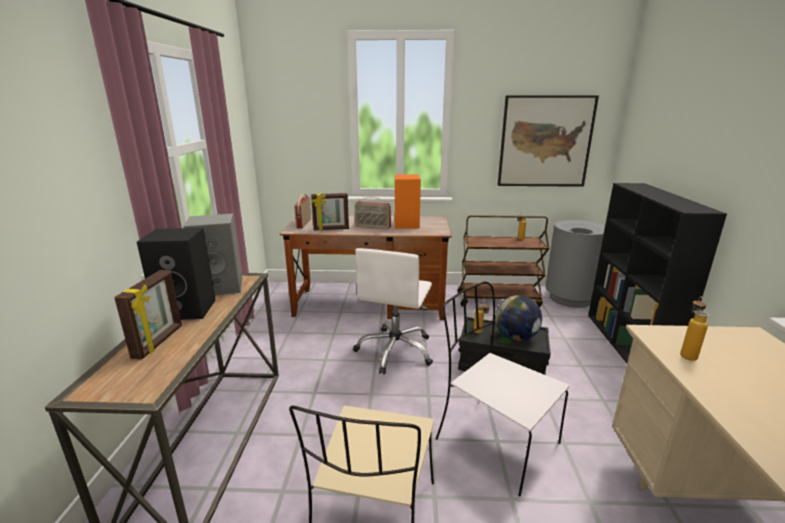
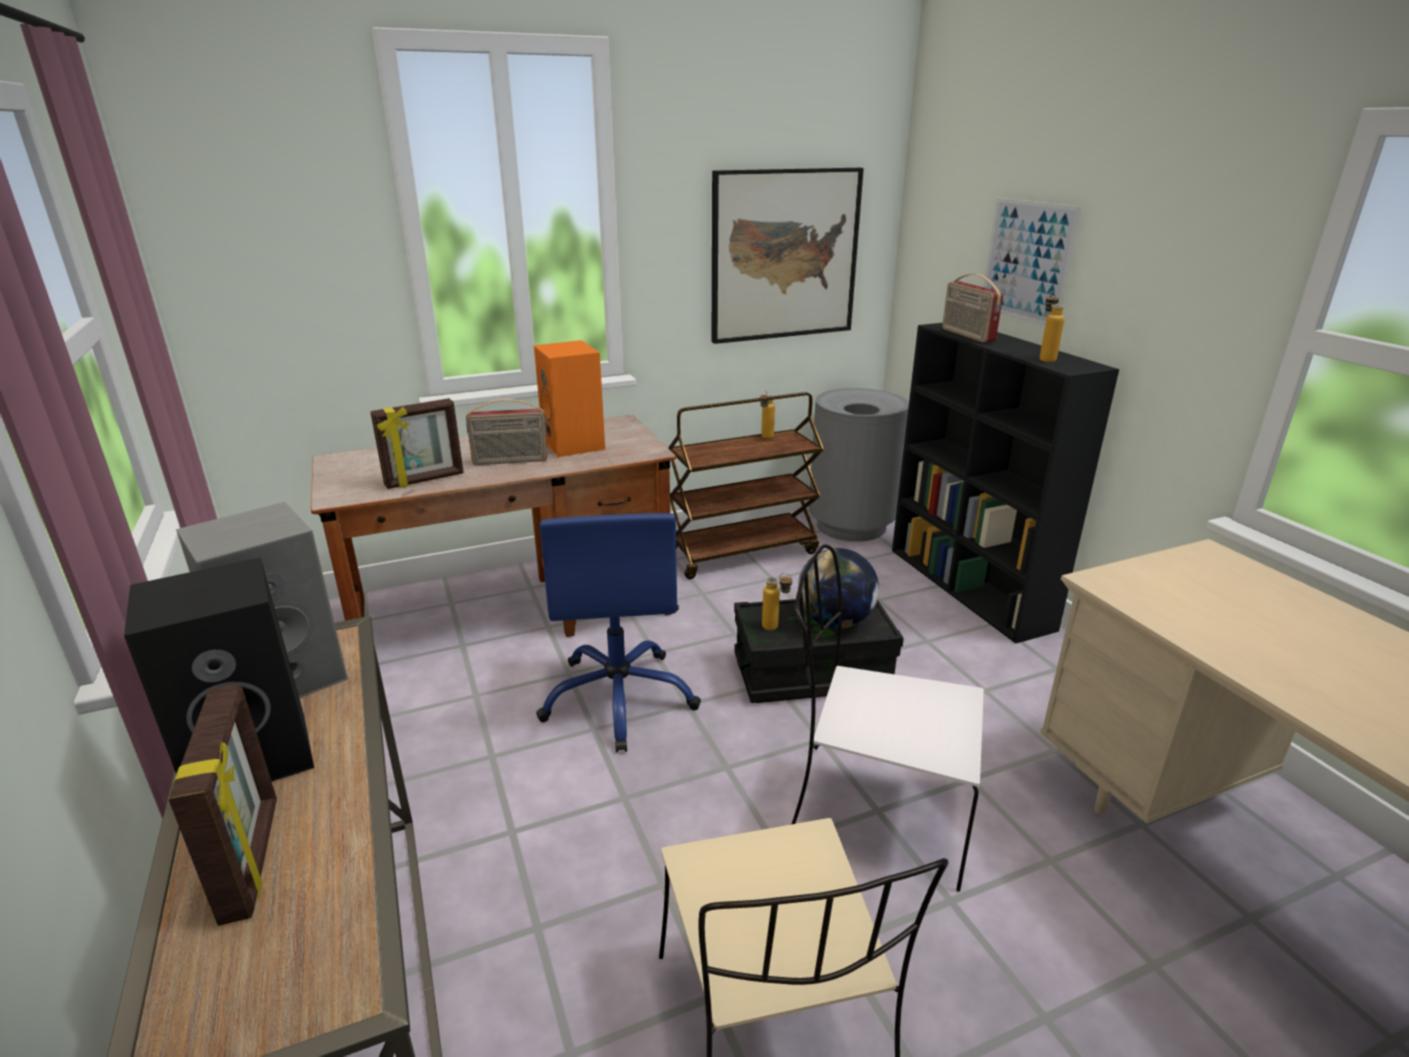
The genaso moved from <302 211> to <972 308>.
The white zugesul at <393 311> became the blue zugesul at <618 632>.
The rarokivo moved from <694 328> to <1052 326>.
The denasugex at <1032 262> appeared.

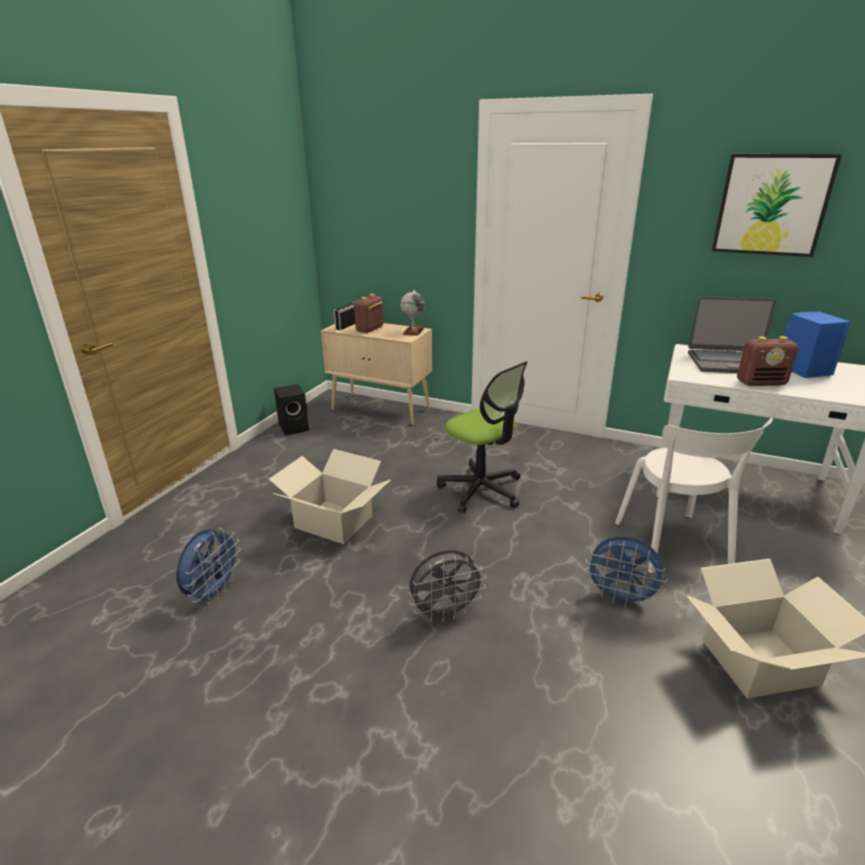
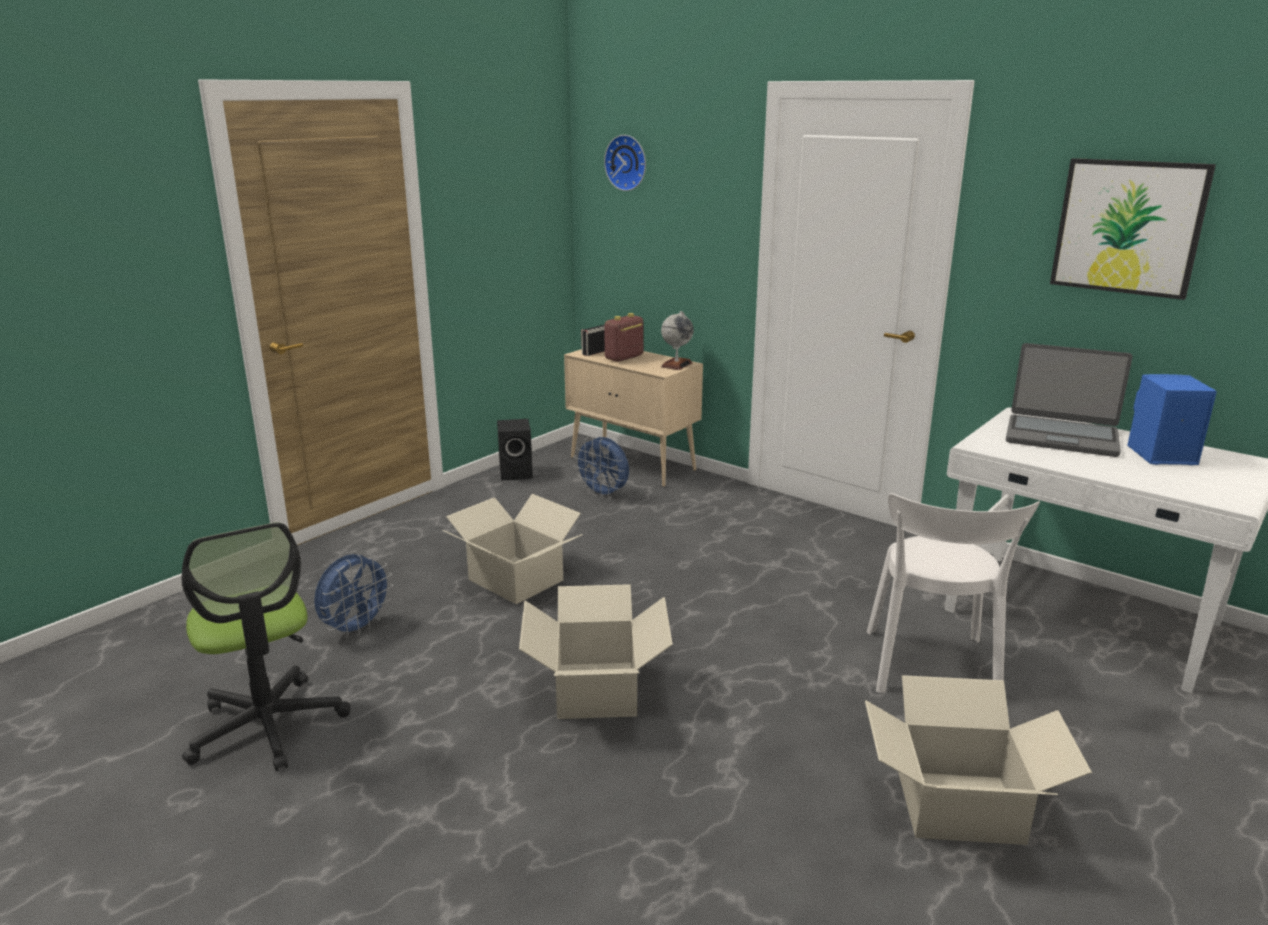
The genaso at <767 361> disappeared.
The zugesul moved from <482 437> to <266 646>.
The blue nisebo moved from <626 572> to <601 468>.
The grey nisebo at <447 586> was replaced by the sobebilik at <596 651>.
The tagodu at <625 163> appeared.

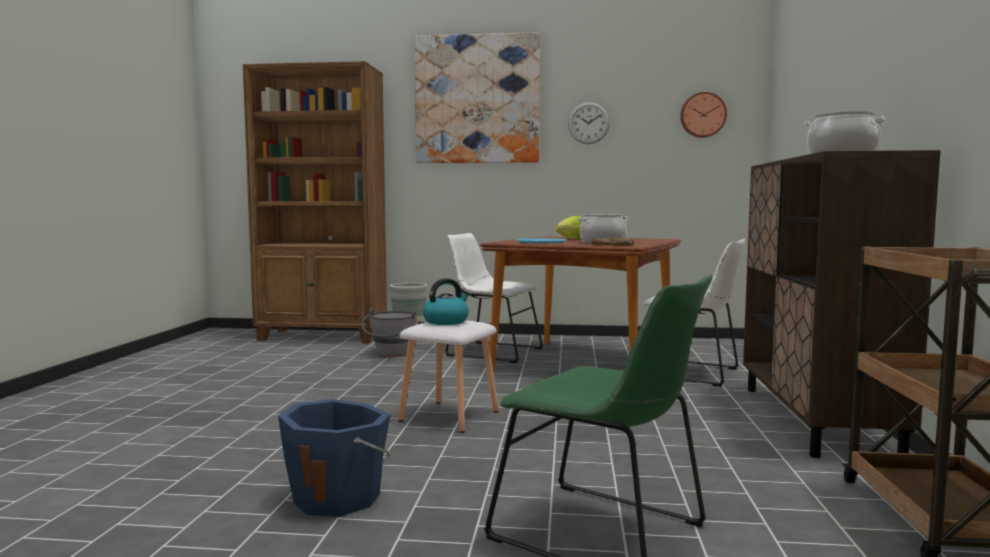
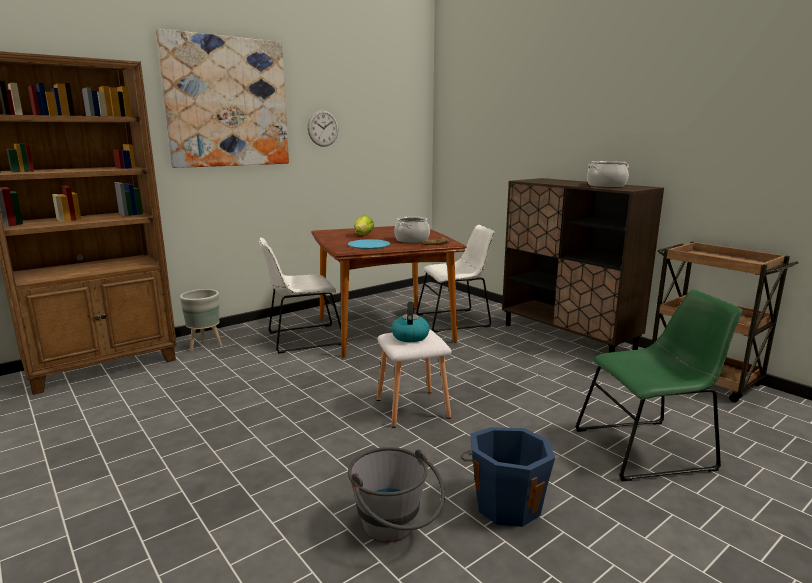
The tagodu at <703 115> disappeared.
The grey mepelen moved from <389 332> to <396 495>.

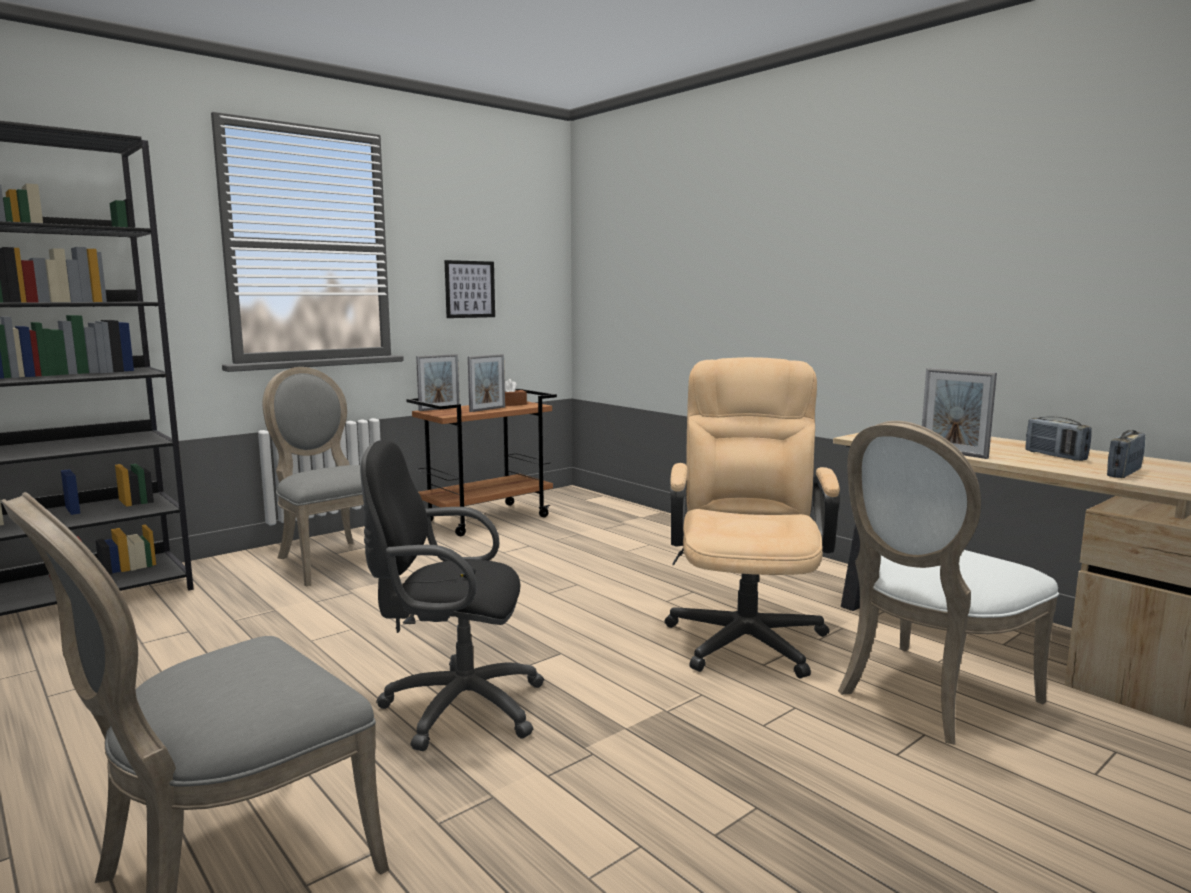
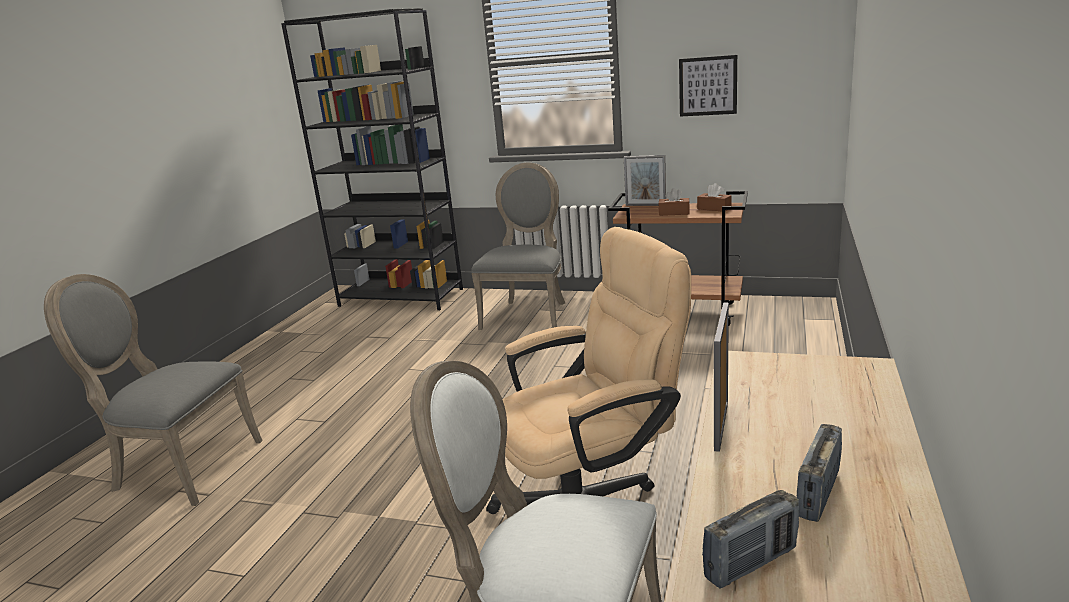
The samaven at <486 383> was replaced by the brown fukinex at <674 202>.
The genaso at <1126 454> turned 135 degrees clockwise.
The black zugesul at <452 595> disappeared.

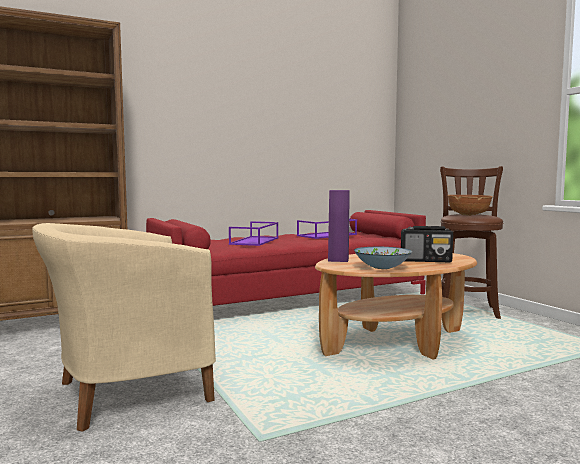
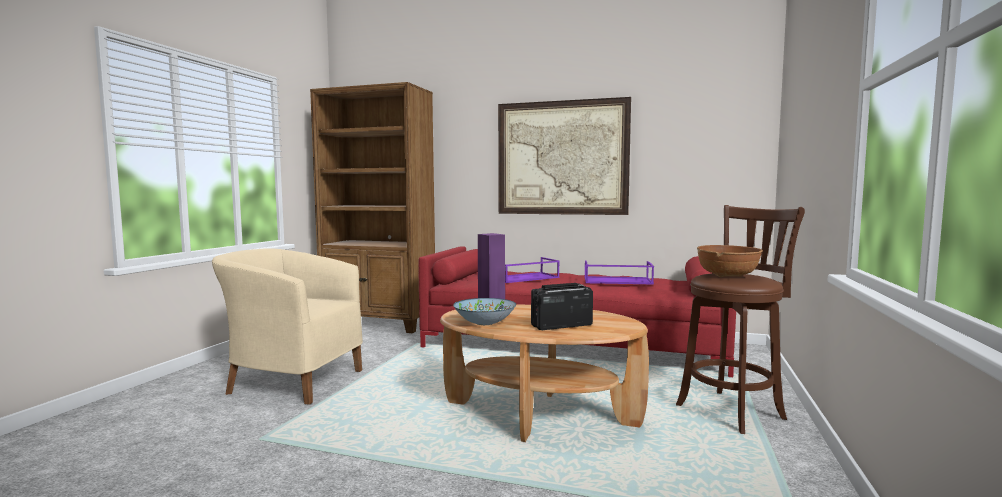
The genaso at <427 244> turned 105 degrees clockwise.
The denasugex at <564 156> appeared.

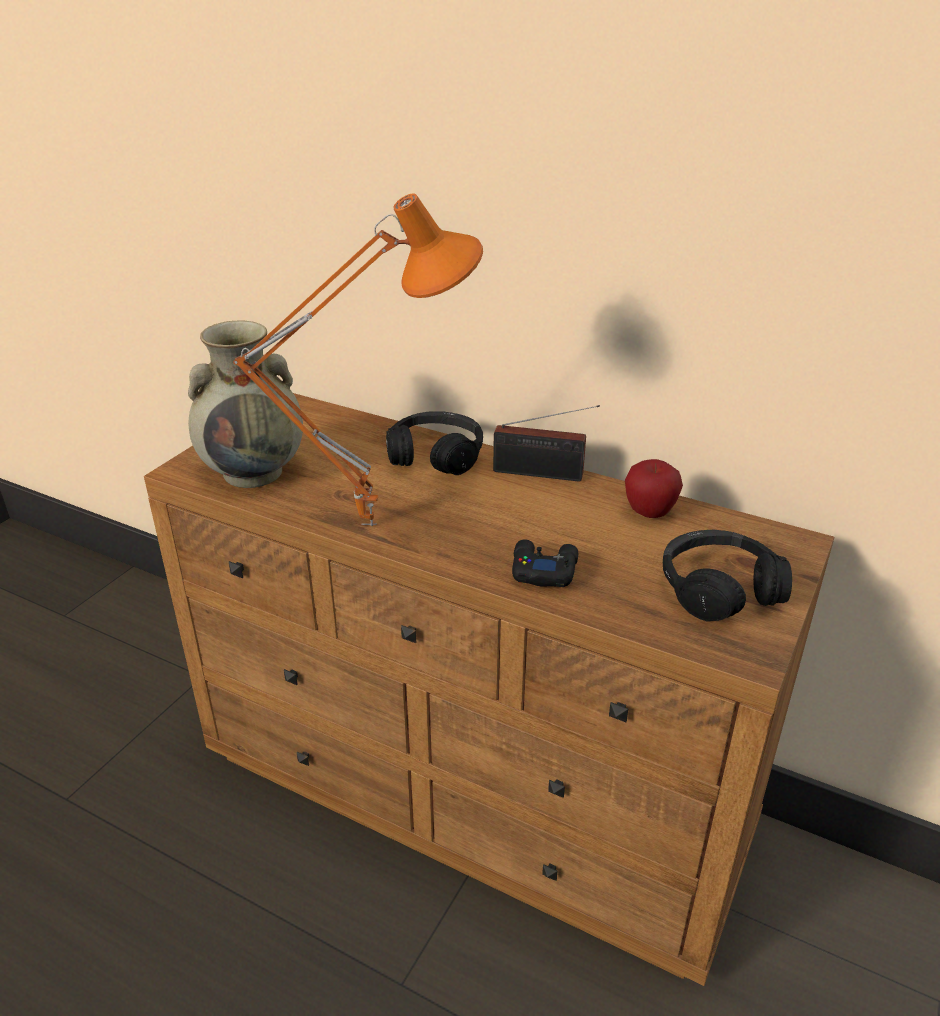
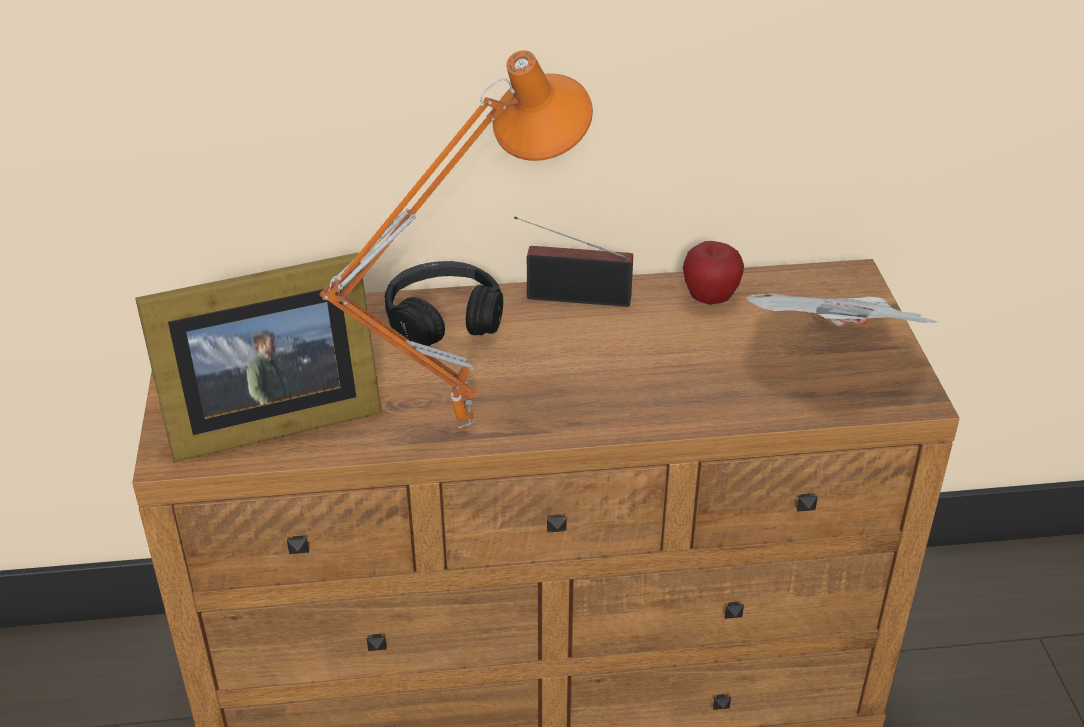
The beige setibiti at <245 404> was replaced by the samaven at <258 357>.
The genaso at <546 443> turned 150 degrees counterclockwise.
The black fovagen at <727 576> was replaced by the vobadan at <841 310>.
The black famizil at <545 563> disappeared.

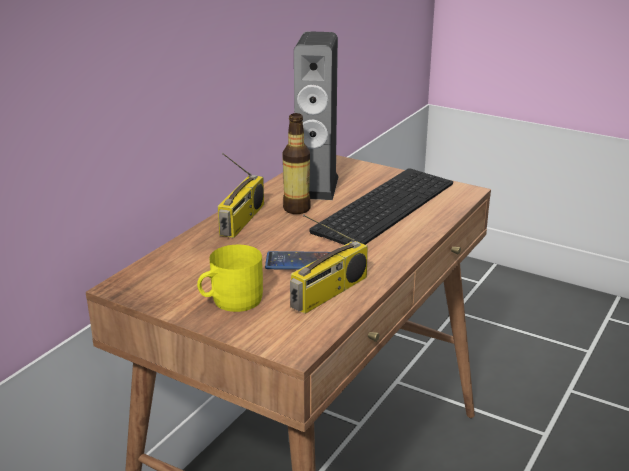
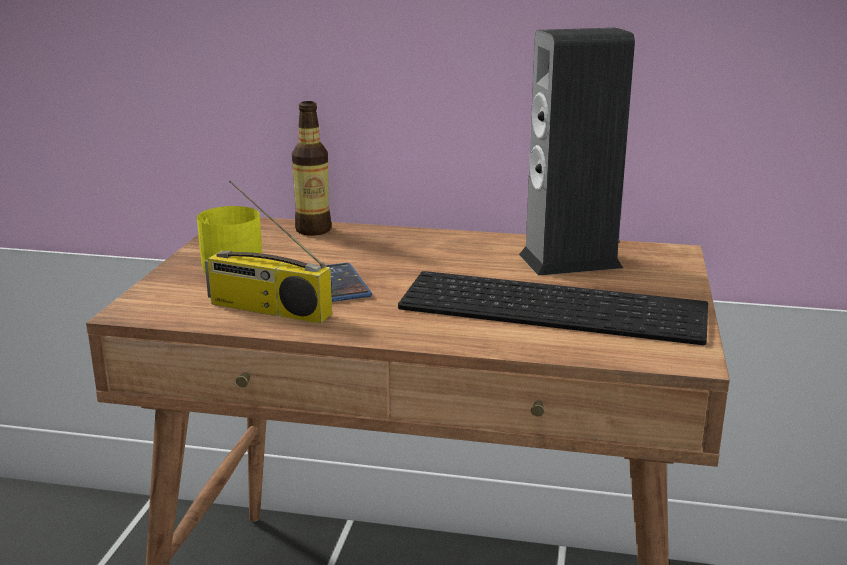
The rarokivo moved from <296 163> to <311 168>.
The genaso at <241 195> disappeared.

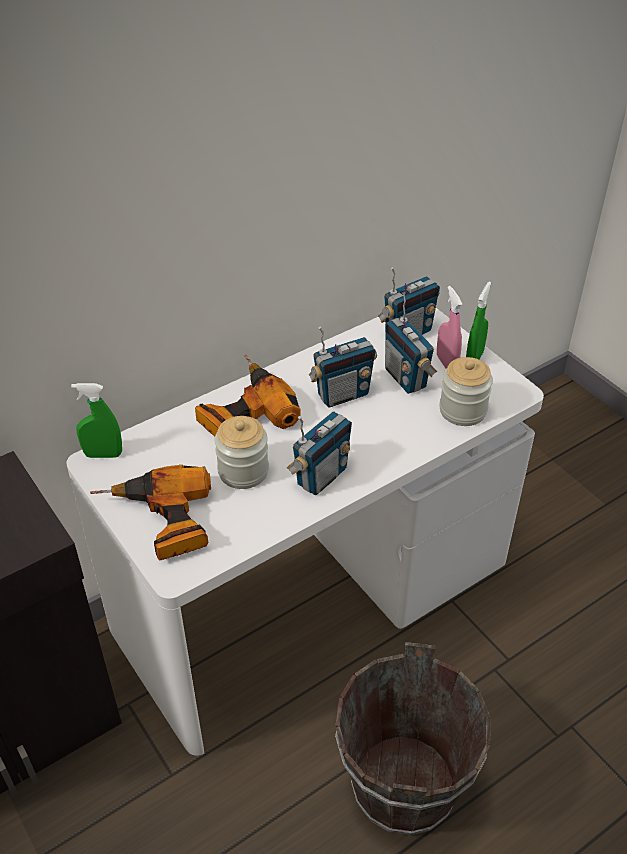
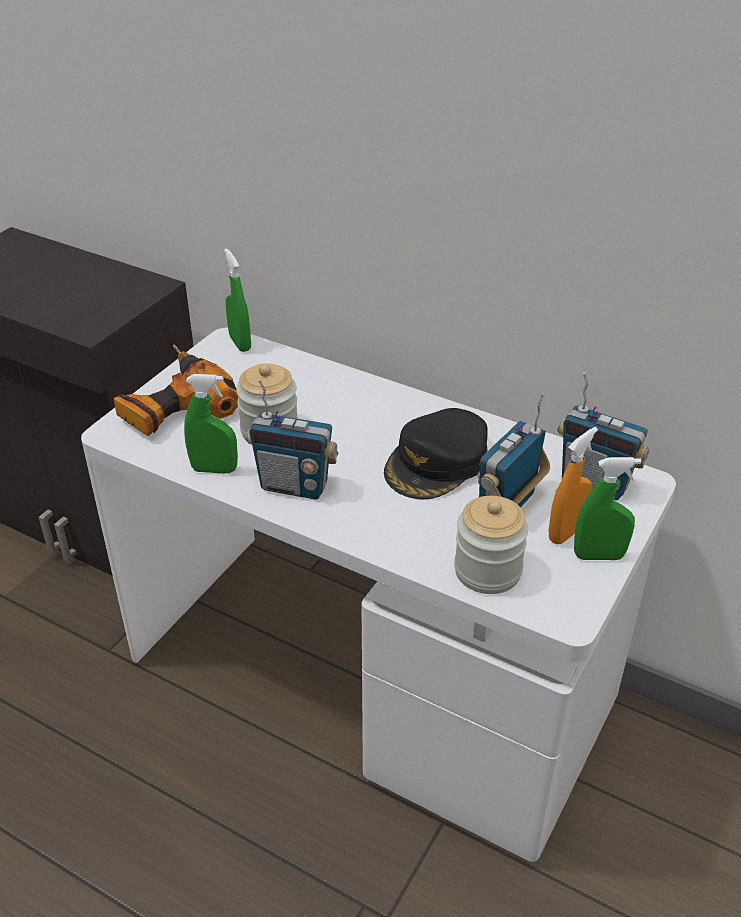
The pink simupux at <450 327> became the orange simupux at <573 485>.
The genaso at <343 367> was replaced by the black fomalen at <436 454>.
The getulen at <248 396> disappeared.
The brown mepelen at <413 738> disappeared.
The green simupux at <211 424> appeared.

